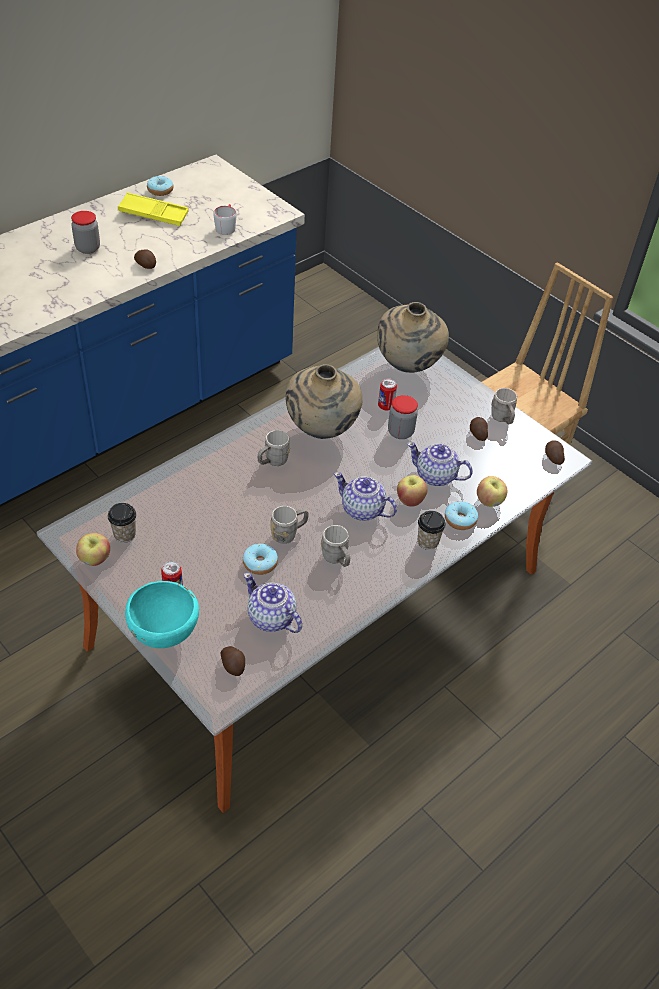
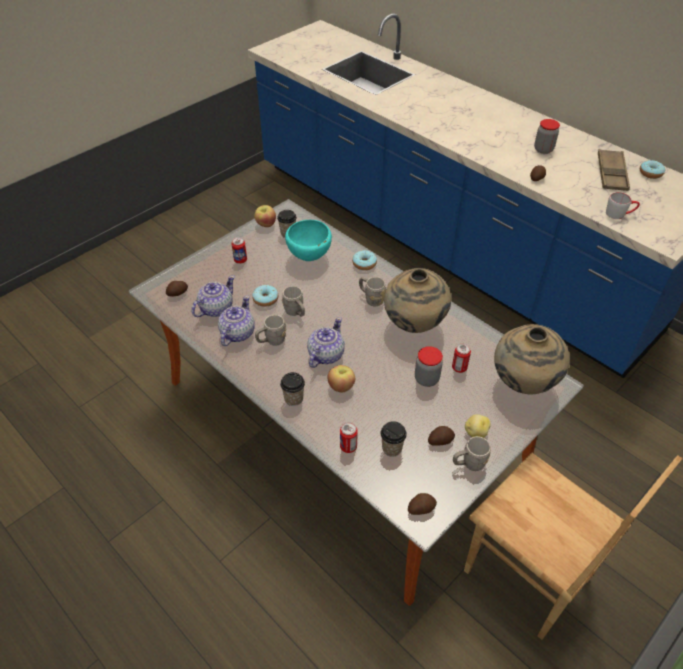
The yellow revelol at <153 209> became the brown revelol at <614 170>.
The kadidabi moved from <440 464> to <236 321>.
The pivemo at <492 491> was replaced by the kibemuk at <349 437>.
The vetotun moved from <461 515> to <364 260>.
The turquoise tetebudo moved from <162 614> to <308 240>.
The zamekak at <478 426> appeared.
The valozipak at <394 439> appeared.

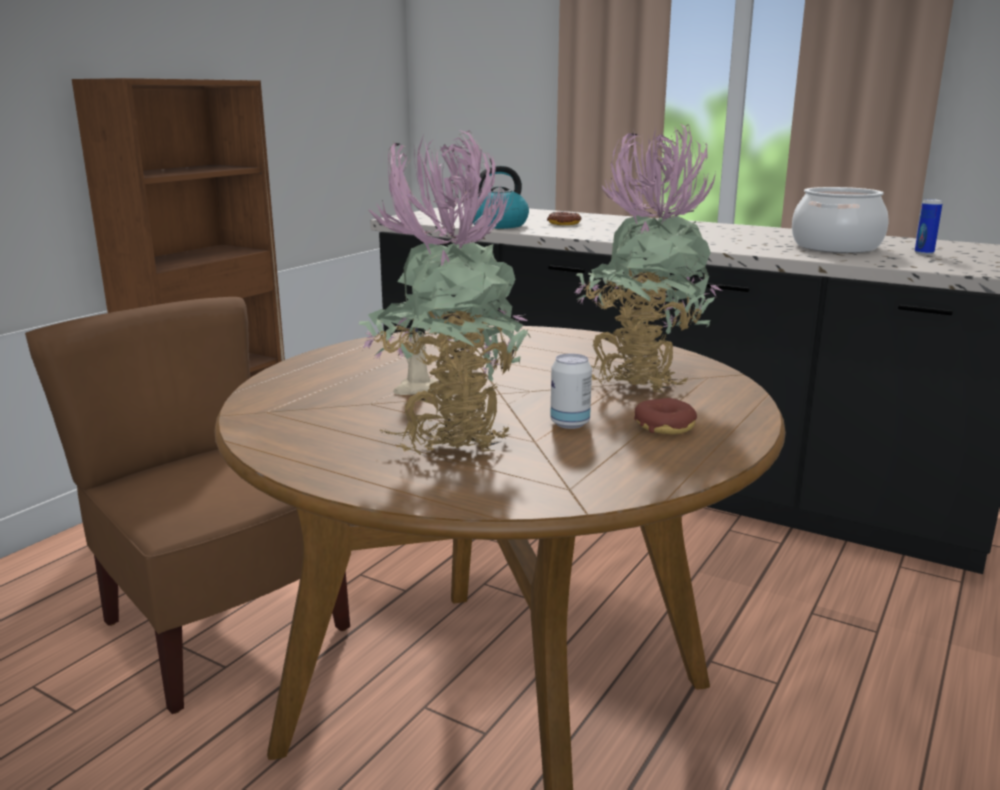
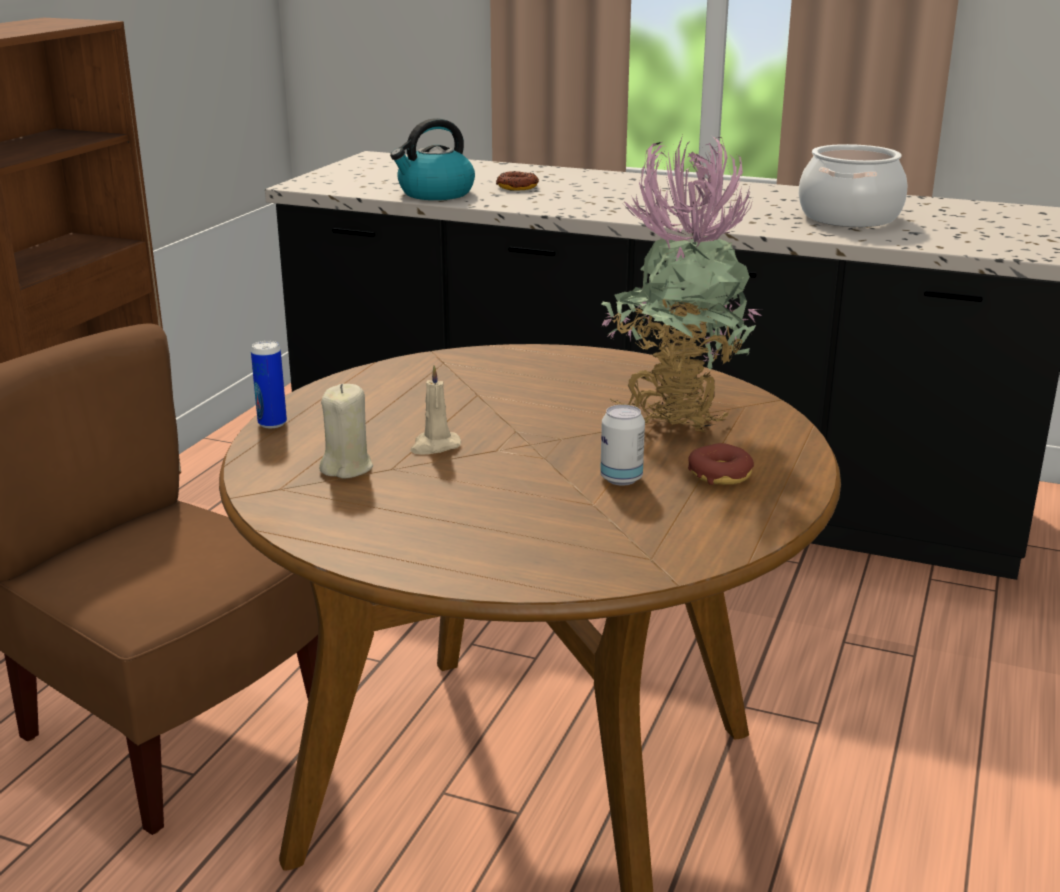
The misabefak at <445 292> disappeared.
The kibemuk moved from <928 227> to <269 384>.
The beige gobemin at <346 431> appeared.

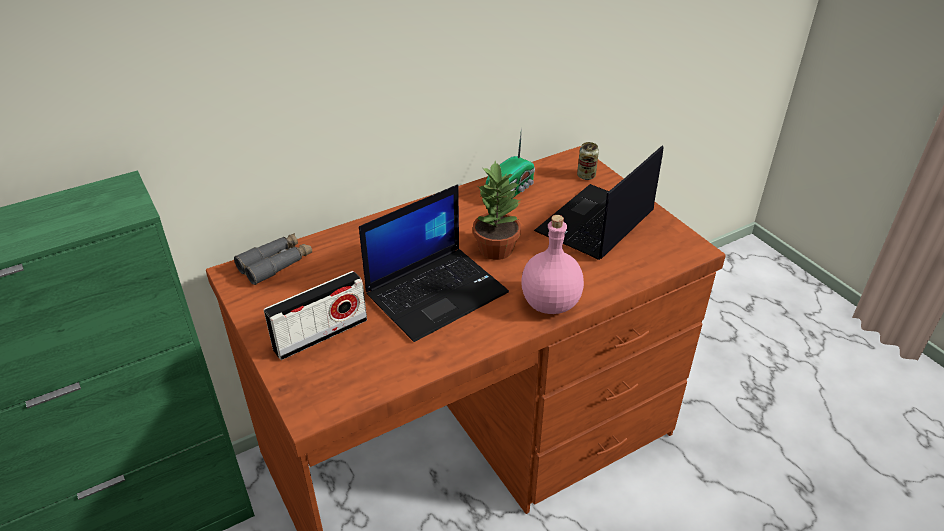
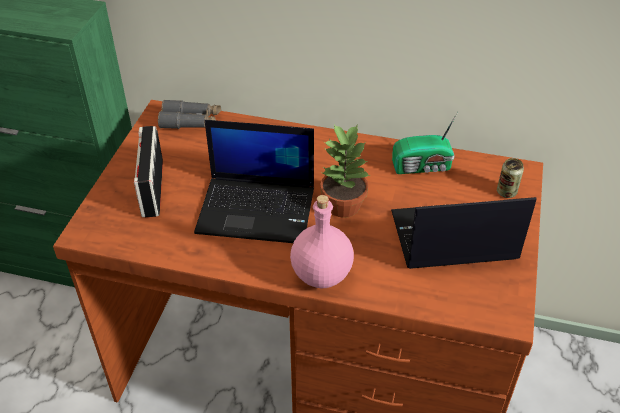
The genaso at <315 315> turned 75 degrees clockwise.

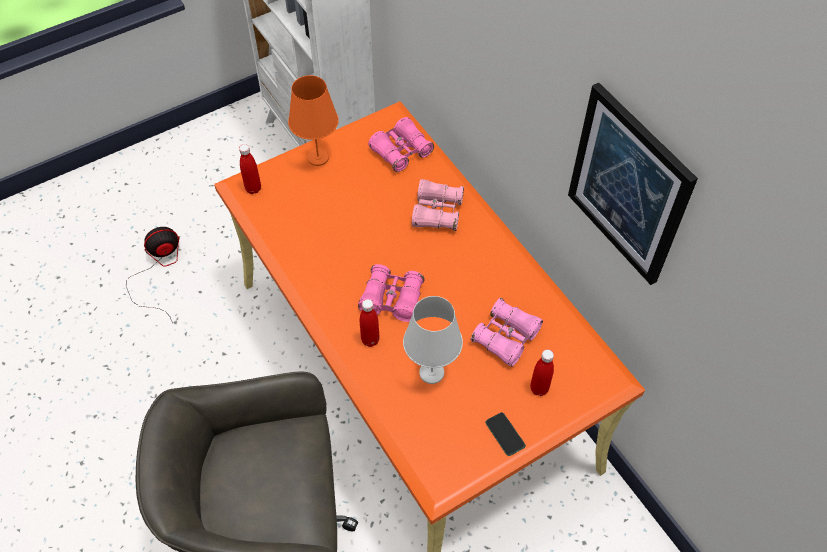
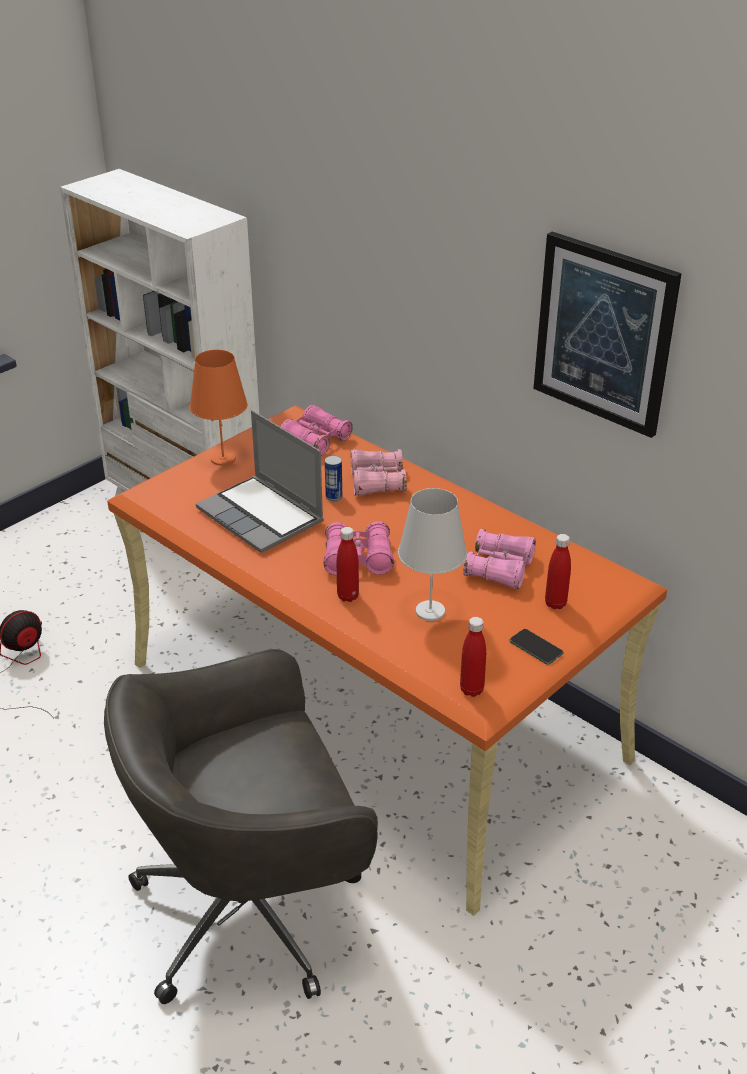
The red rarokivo moved from <250 169> to <473 657>.
The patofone at <260 481> appeared.
The kibemuk at <333 478> appeared.

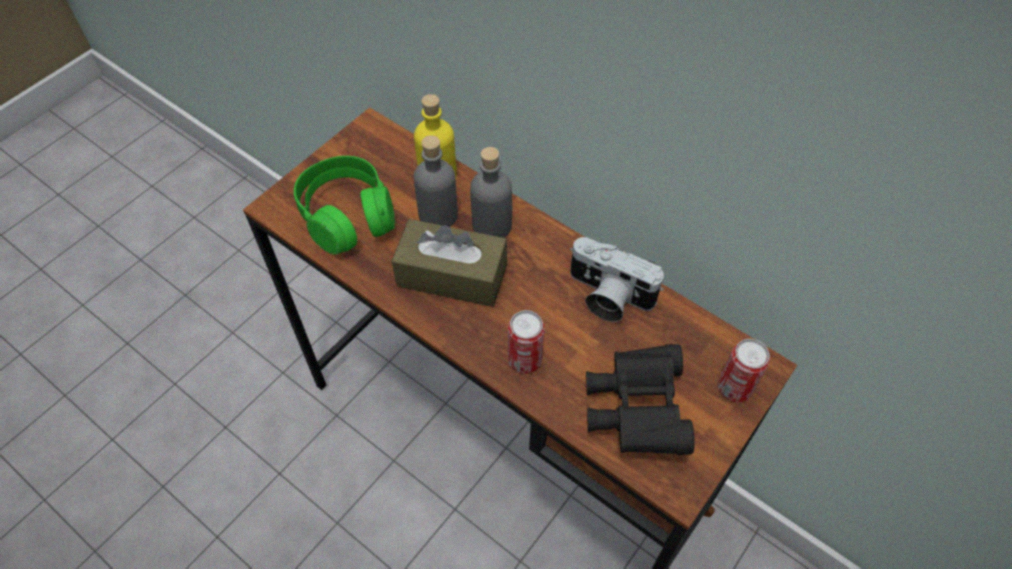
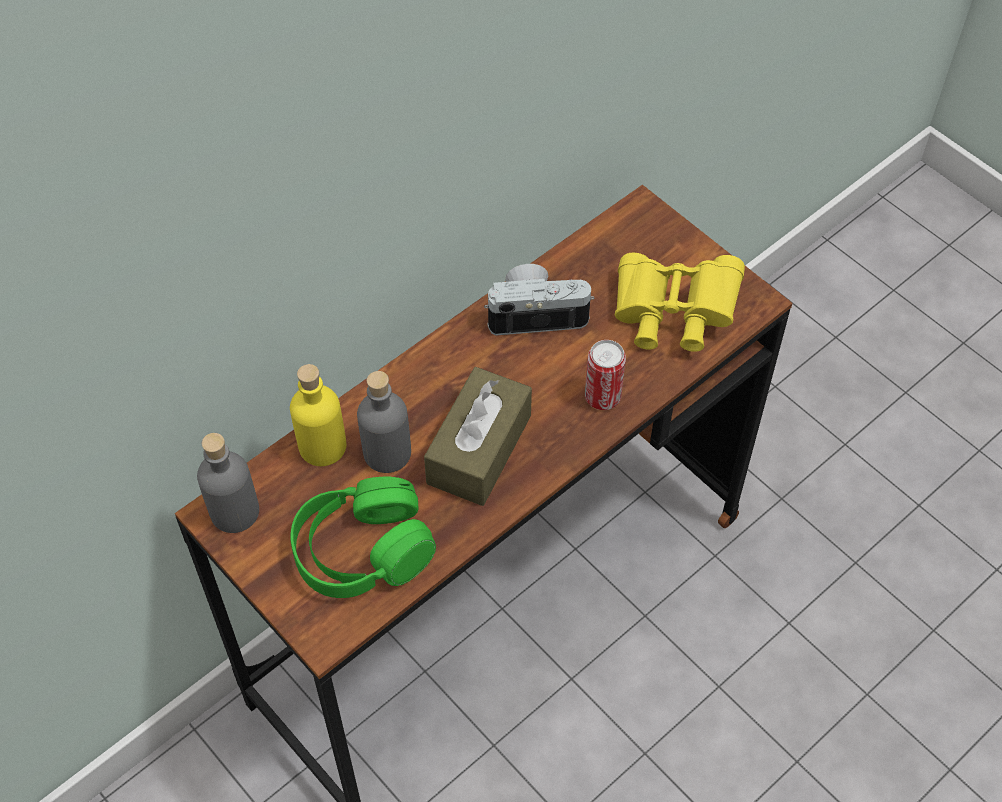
The grey rarokivo moved from <491 192> to <228 483>.
The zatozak at <617 279> turned 135 degrees counterclockwise.
The kibemuk at <744 370> disappeared.
The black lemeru at <640 399> became the yellow lemeru at <680 302>.

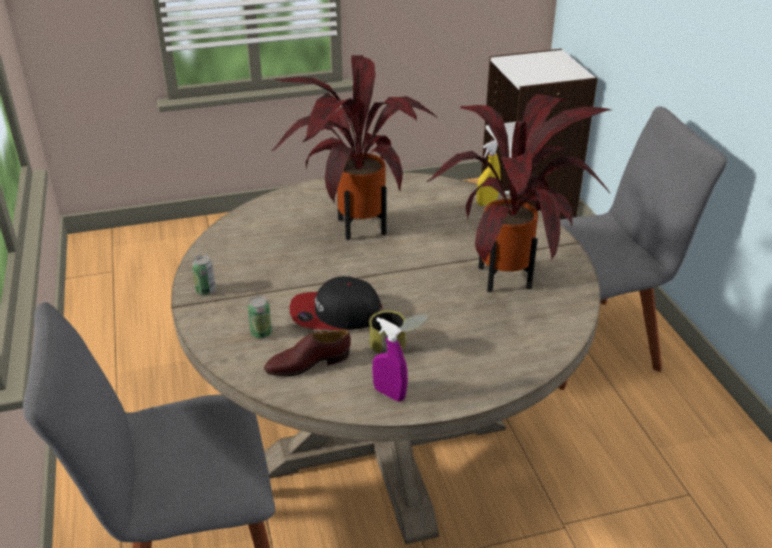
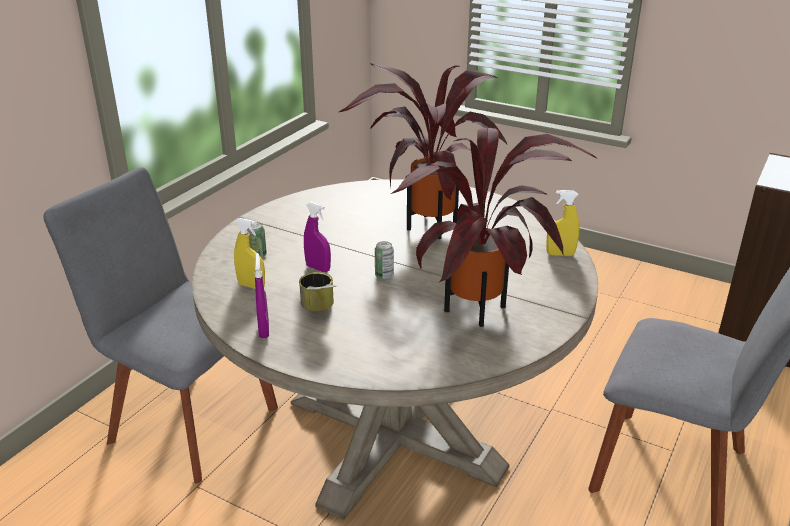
The kibemuk moved from <204 275> to <384 260>.
The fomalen at <336 303> was replaced by the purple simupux at <317 237>.
The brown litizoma at <307 353> was replaced by the yellow simupux at <249 253>.

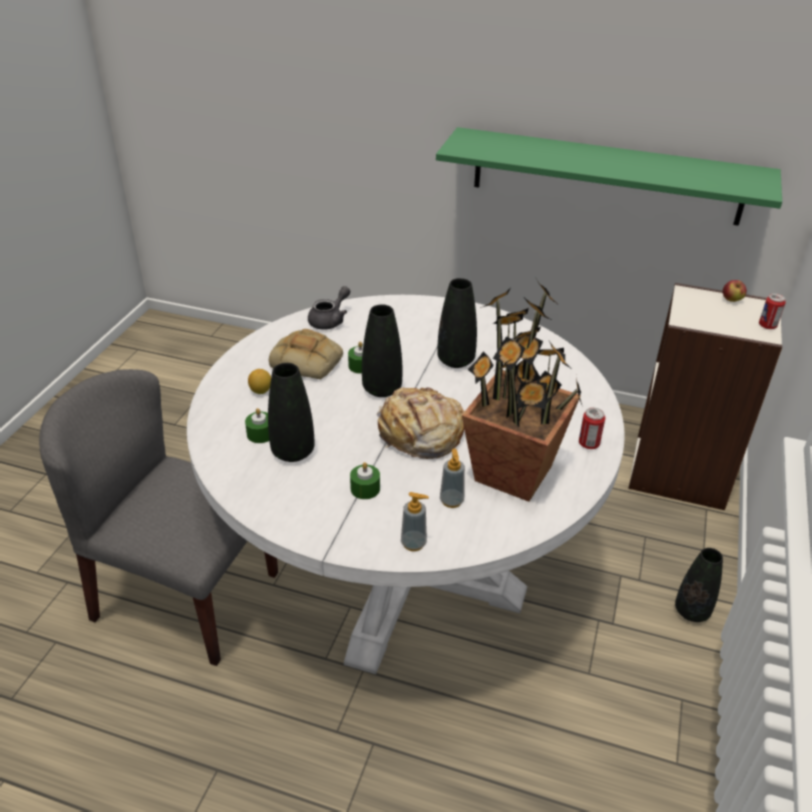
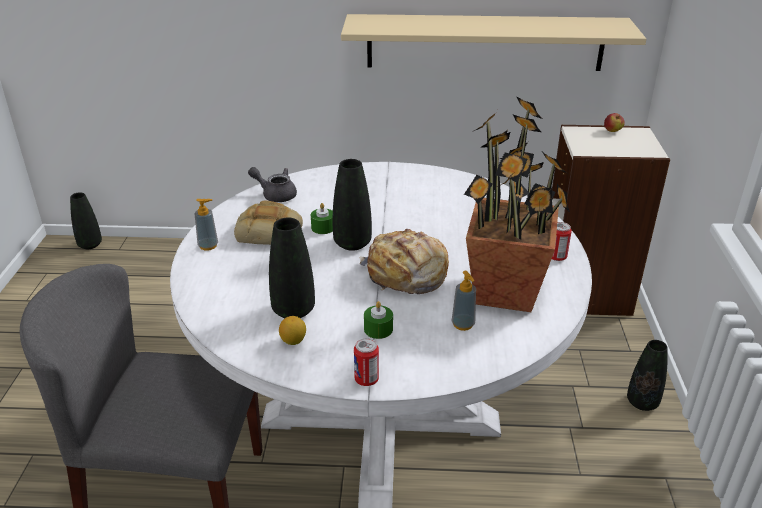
The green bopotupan at <609 176> became the beige bopotupan at <493 42>.
The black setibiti moved from <457 323> to <86 221>.
The grey kadidabi at <329 308> turned 90 degrees counterclockwise.
The kibemuk moved from <772 311> to <366 362>.
The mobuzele moved from <259 381> to <292 330>.
The green gobemin at <257 425> disappeared.
The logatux moved from <415 521> to <206 225>.

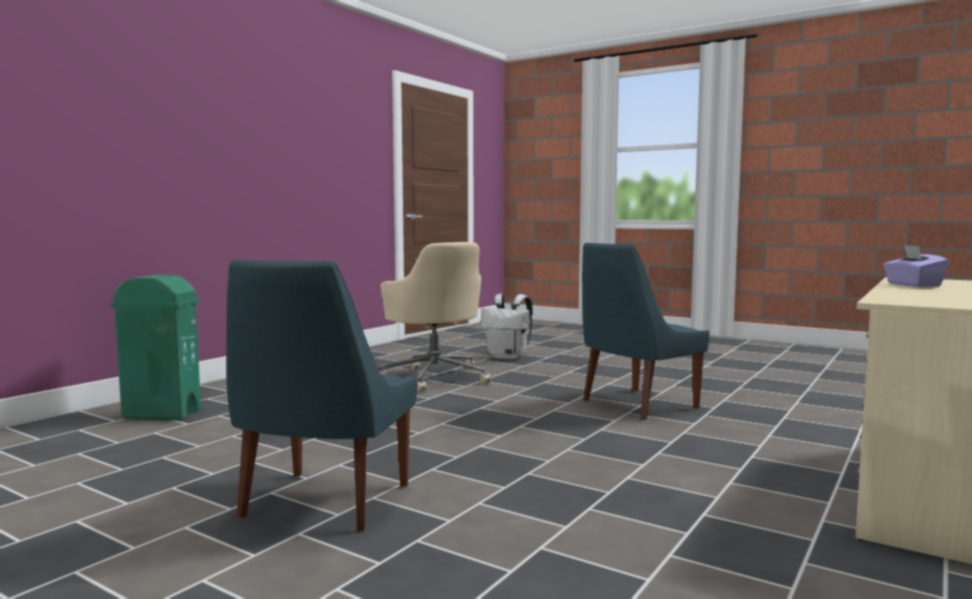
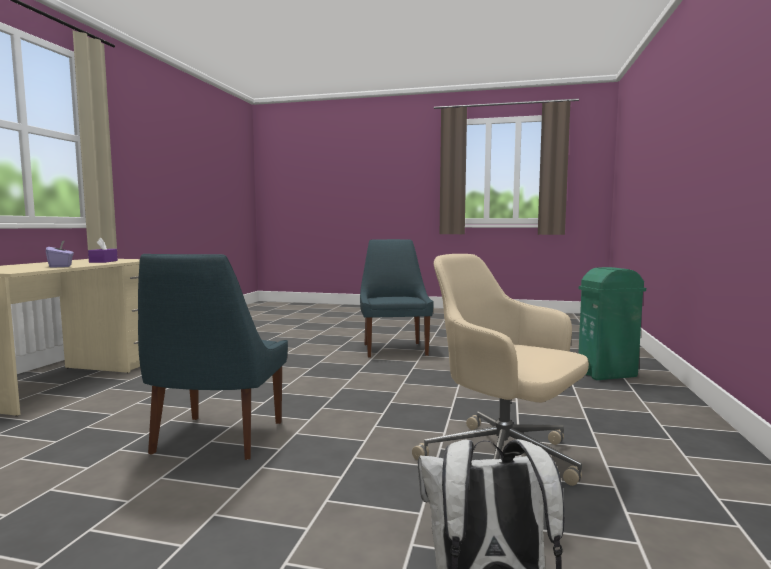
The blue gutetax at <646 331> turned 150 degrees clockwise.
The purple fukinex at <103 250> appeared.

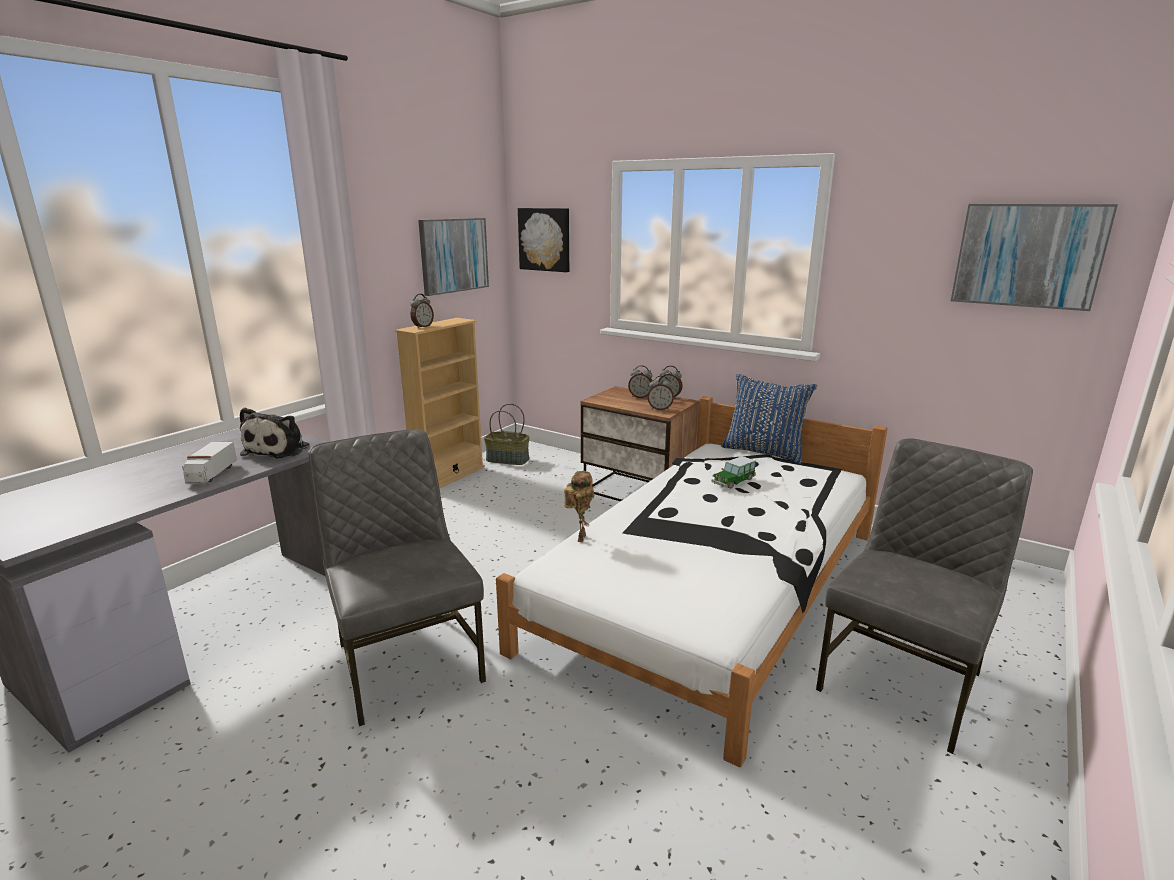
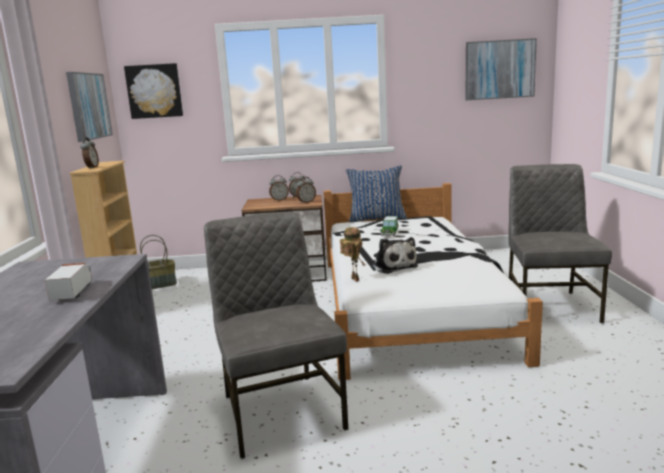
The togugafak moved from <275 433> to <394 255>.
The grey gutetax at <397 577> turned 45 degrees clockwise.
The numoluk at <209 463> turned 150 degrees counterclockwise.

